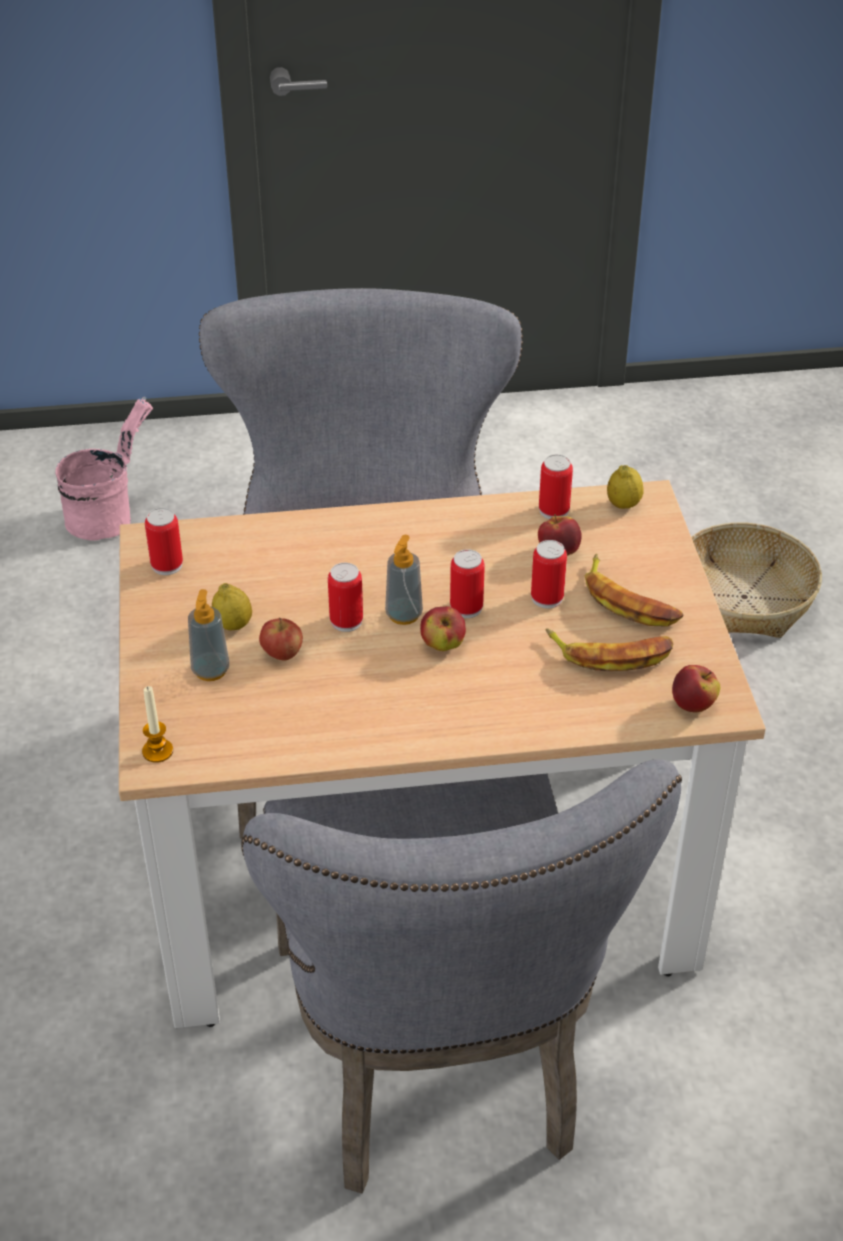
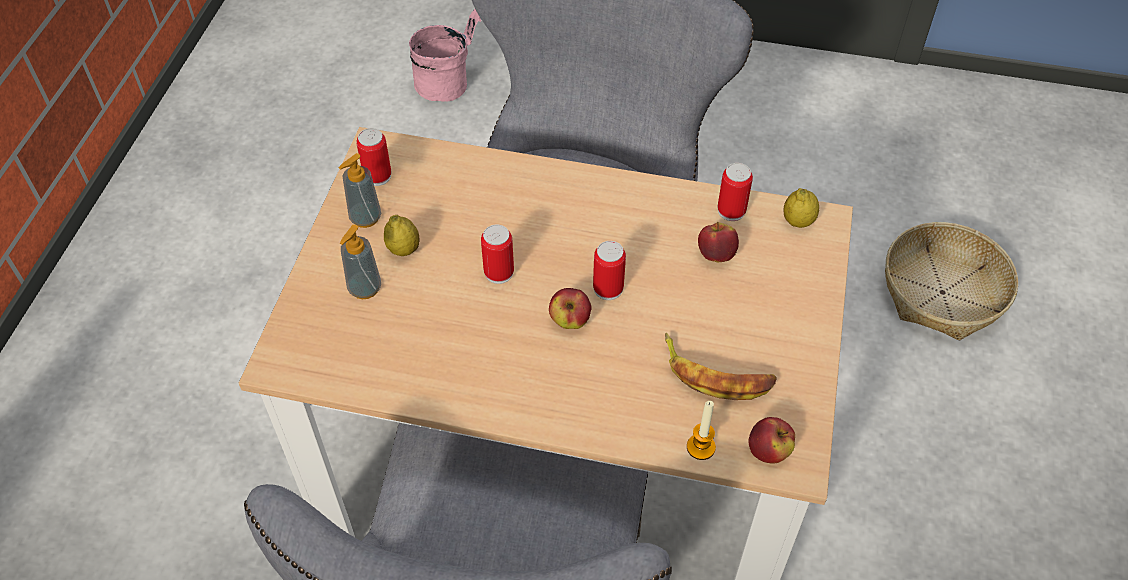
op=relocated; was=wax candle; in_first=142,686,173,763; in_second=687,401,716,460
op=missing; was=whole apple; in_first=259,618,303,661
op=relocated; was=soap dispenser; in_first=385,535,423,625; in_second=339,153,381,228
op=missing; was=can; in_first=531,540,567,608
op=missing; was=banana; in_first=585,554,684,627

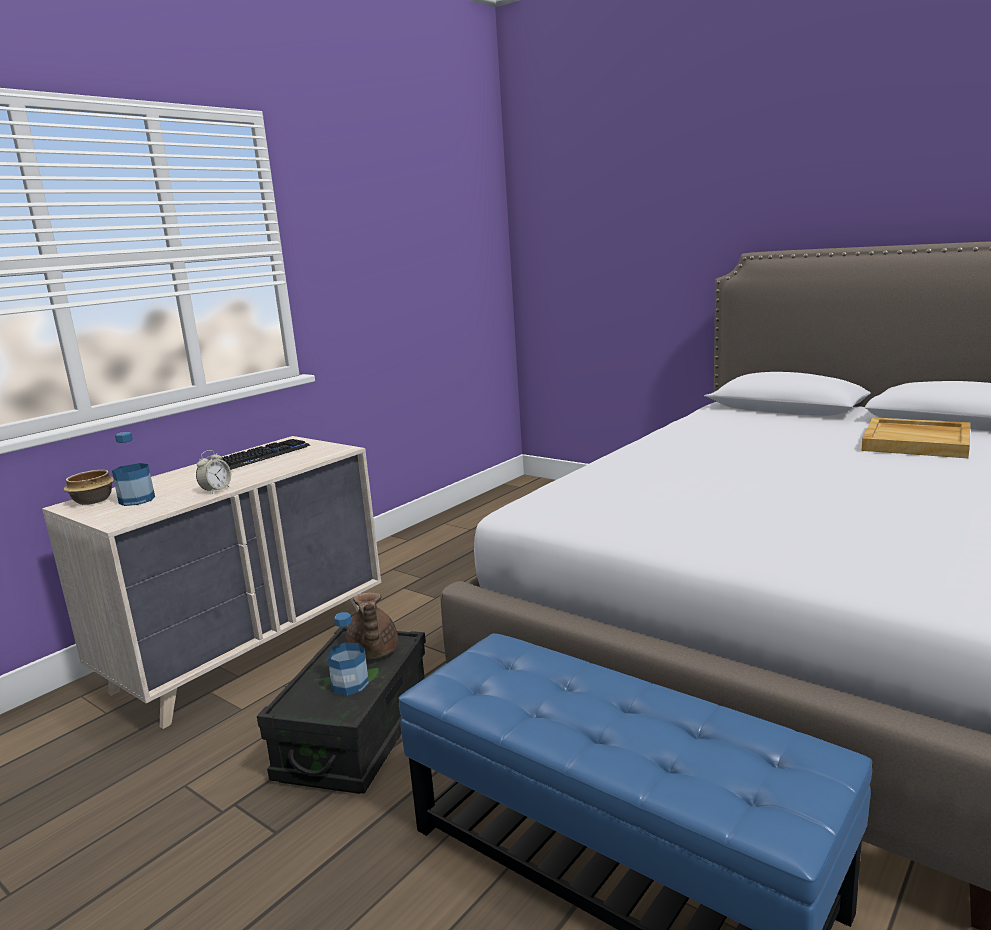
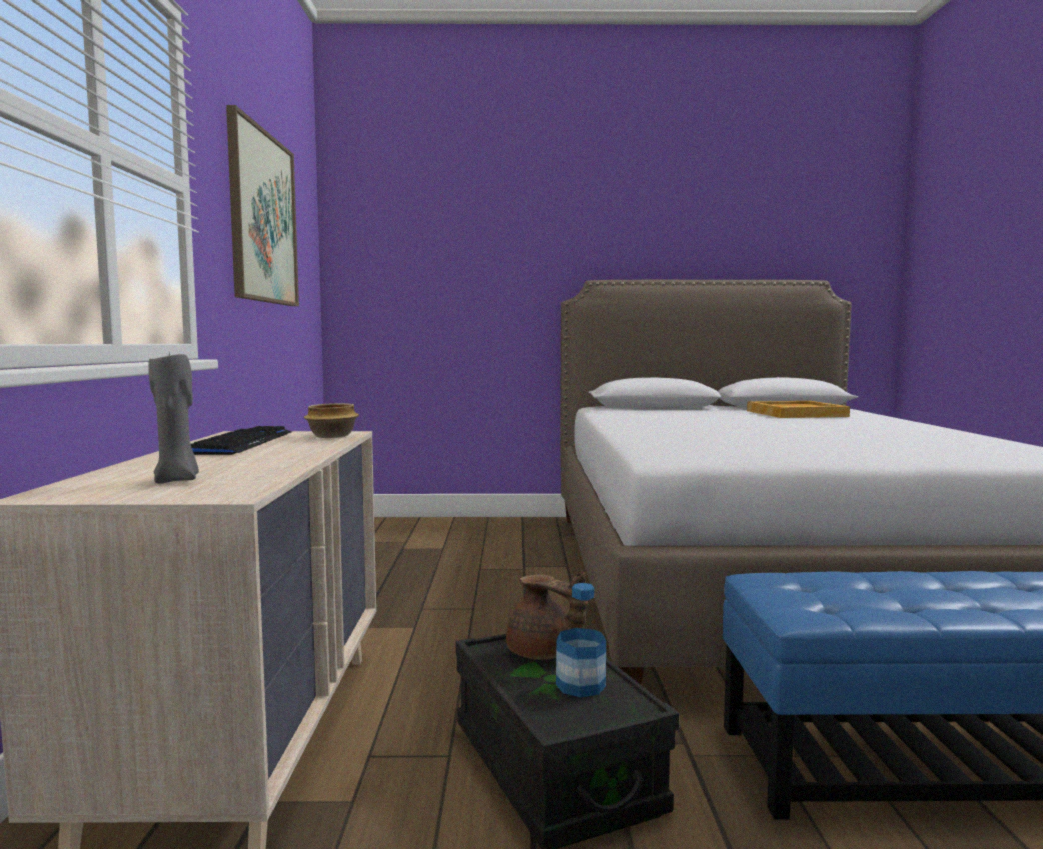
op=relocated; was=deep dish; in_first=63,470,114,505; in_second=304,403,359,438
op=exchanged; was=bottle; now=wax candle (greyish); in_first=112,432,155,506; in_second=148,353,199,484
op=missing; was=bedside clock; in_first=196,450,231,494
op=appeared; now=wall art; in_second=226,105,299,306

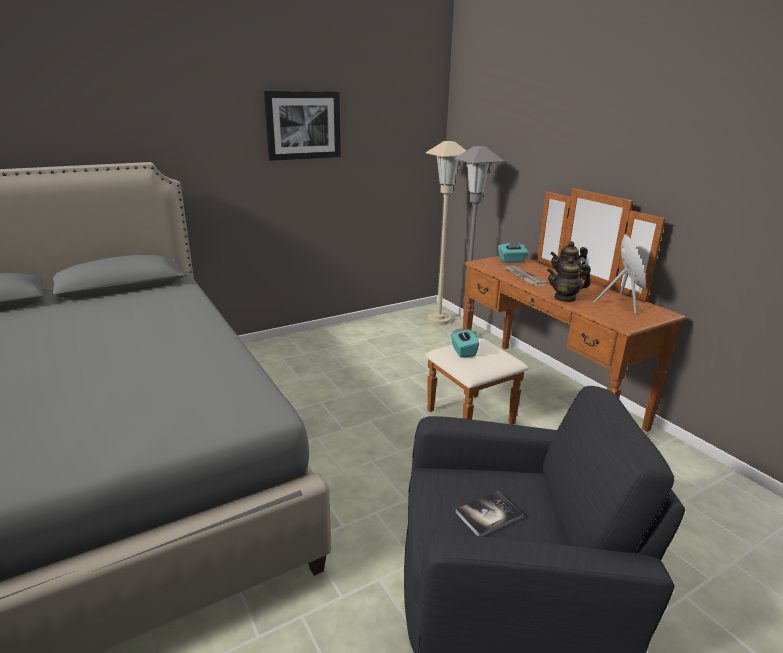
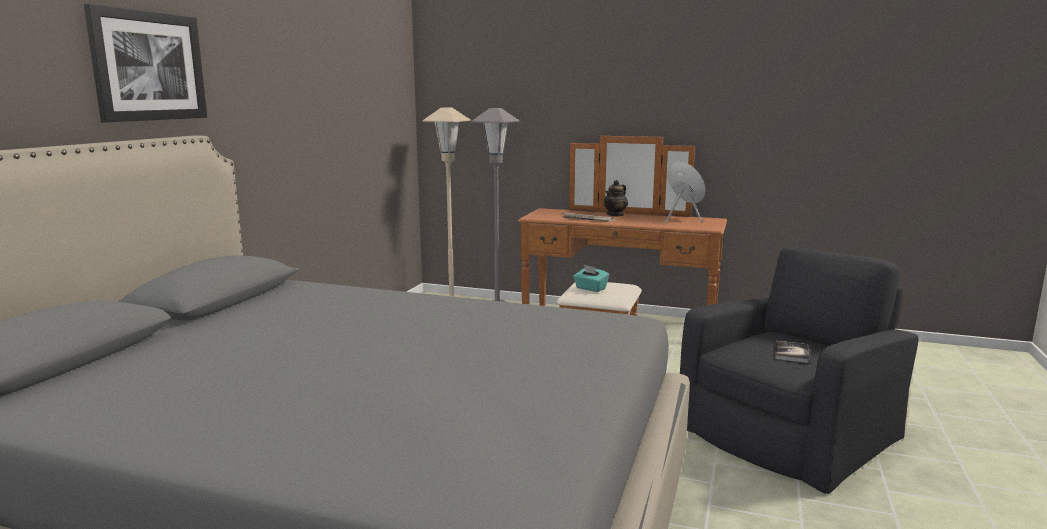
op=relocated; was=wall art; in_first=264,91,341,161; in_second=84,4,207,122
op=missing; was=tissue box (turquoise-coloured); in_first=498,241,529,263
op=missing; was=tea pot; in_first=547,257,591,302

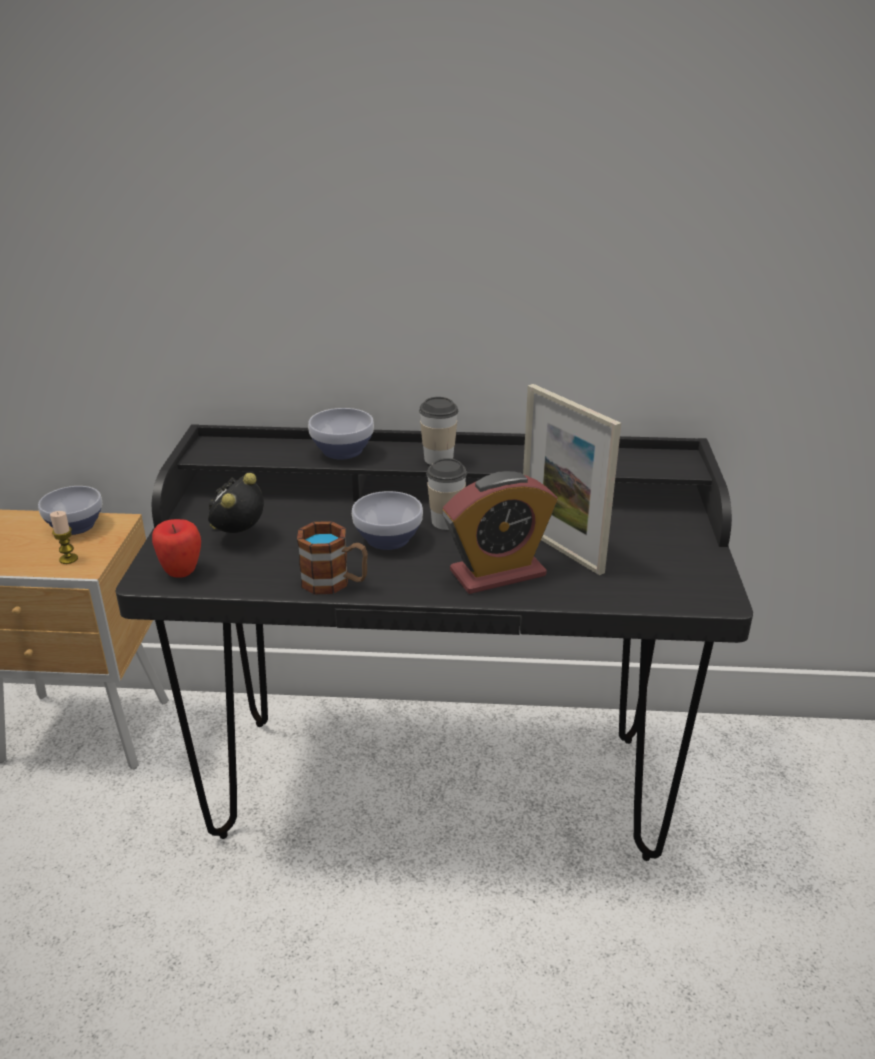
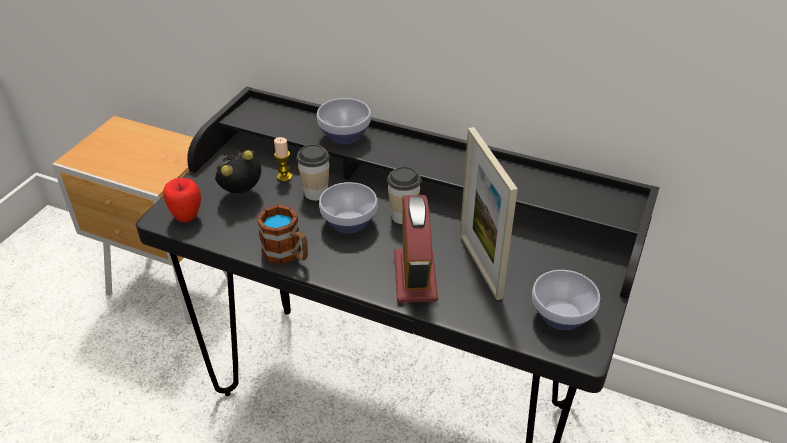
op=relocated; was=deep dish; in_first=38,486,102,535; in_second=532,270,600,330
op=relocated; was=wax candle; in_first=50,511,78,564; in_second=274,137,292,182
op=relocated; was=drinking cup; in_first=419,397,458,465; in_second=297,144,330,201
op=spun; was=bedside clock; in_first=443,471,558,594; in_second=394,195,438,303; clockwise=-90

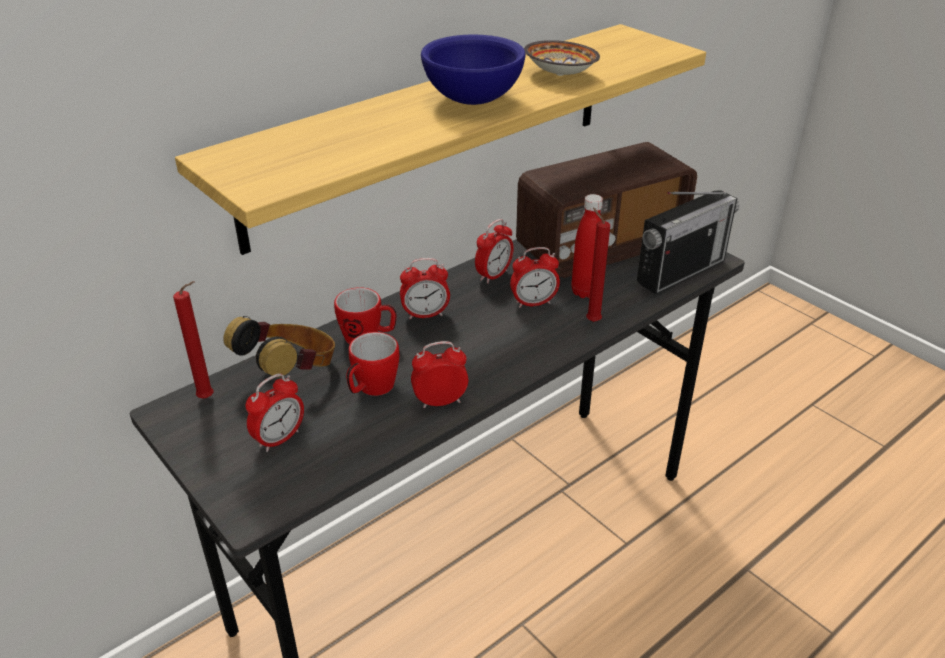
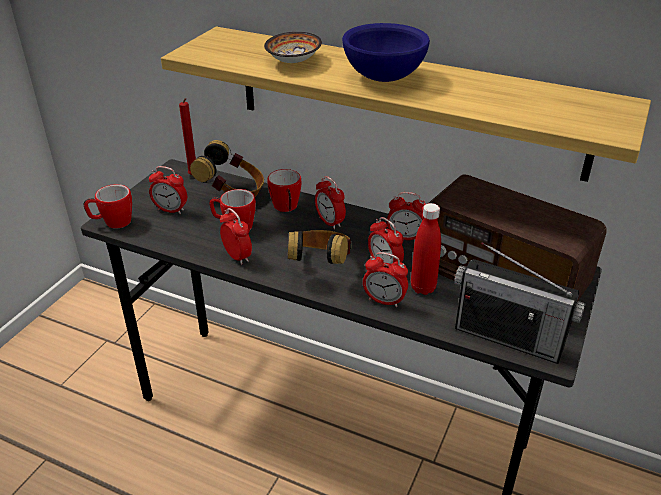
op=relocated; was=deep dish; in_first=524,40,600,76; in_second=264,32,322,63
op=exchanged; was=wax candle (reddish); now=bedside clock; in_first=586,208,610,322; in_second=363,252,408,307
op=appeared; now=coffee mug; in_second=84,184,132,229
op=appeared; now=headphones; in_second=288,230,352,264

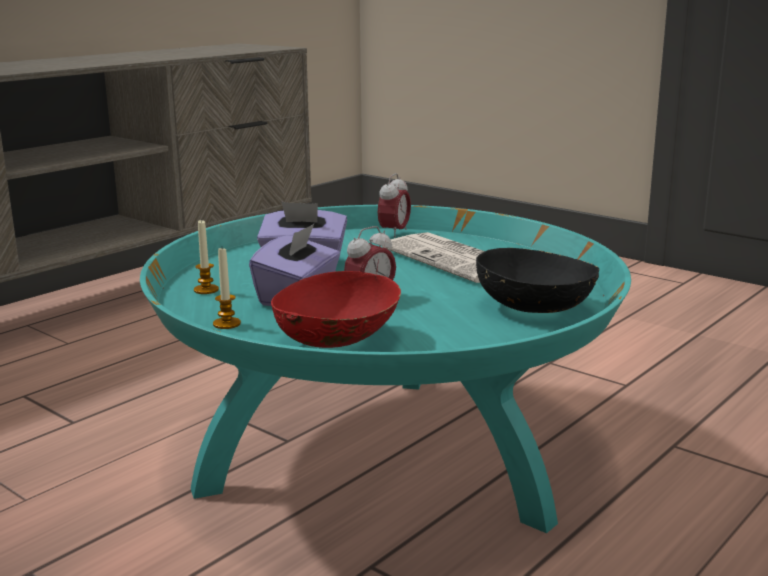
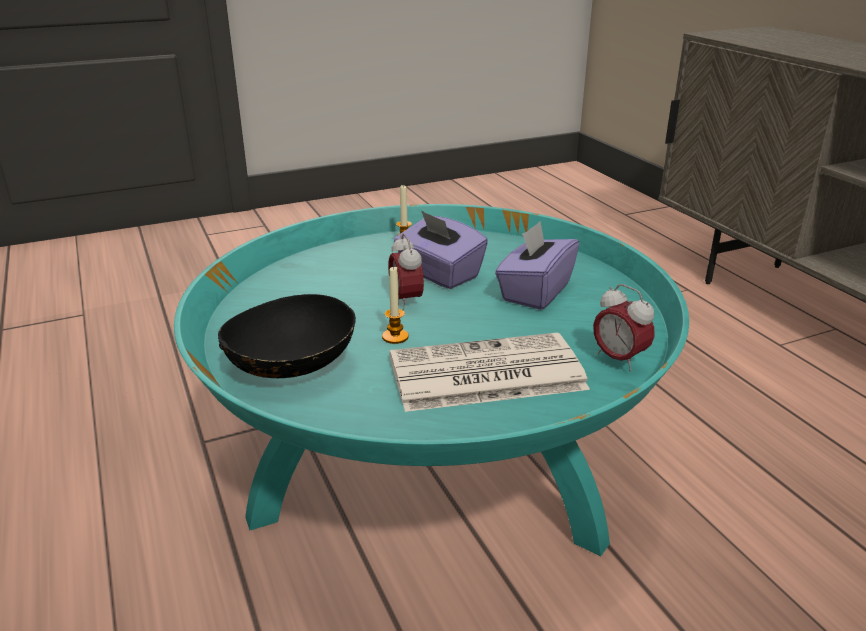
op=relocated; was=wax candle; in_first=194,219,219,294; in_second=382,266,409,344
op=missing; was=deep dish (reddish); in_first=271,271,401,348

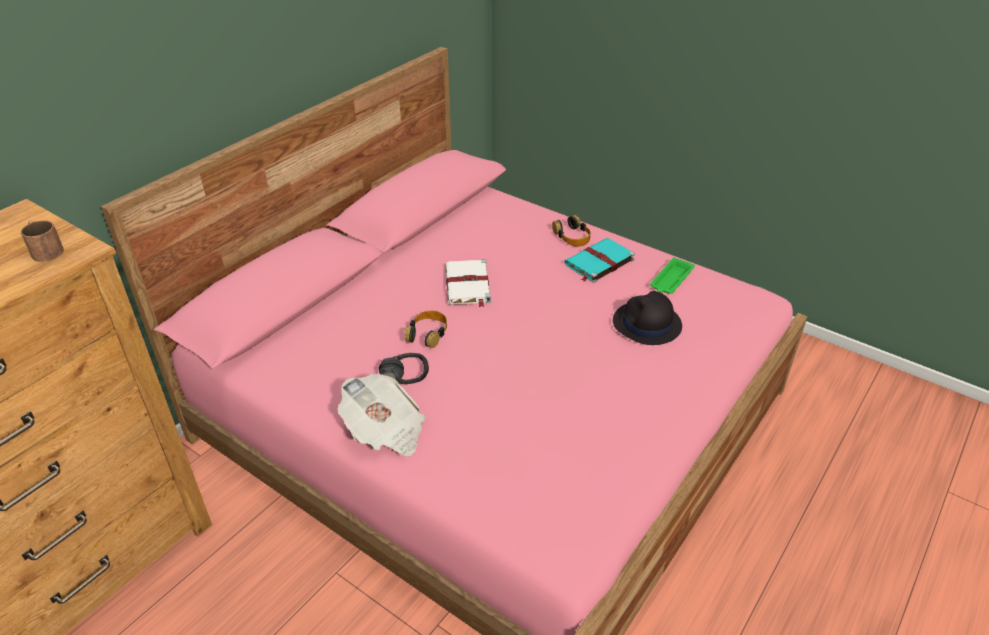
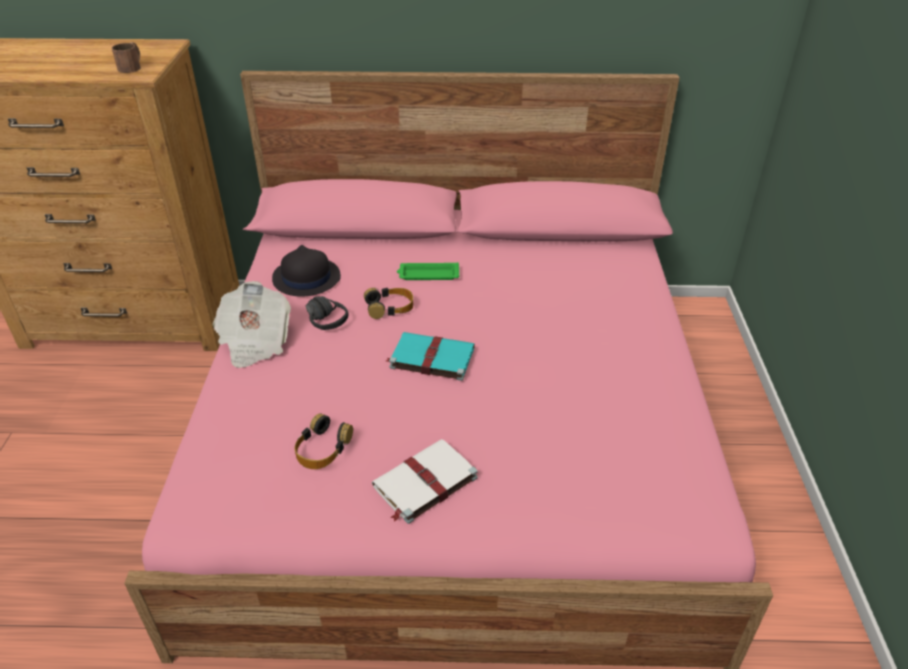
op=relocated; was=book (white); in_first=446,259,491,307; in_second=372,439,478,524
op=relocated; was=headphones; in_first=552,215,591,247; in_second=294,413,353,469
op=relocated; was=book (turquoise-coloured); in_first=564,238,635,283; in_second=386,332,475,381
op=relocated; was=clothing hat (black); in_first=613,291,682,345; in_second=272,245,341,296
op=relocated; was=tray (greenish); in_first=650,257,695,294; in_second=397,262,459,280

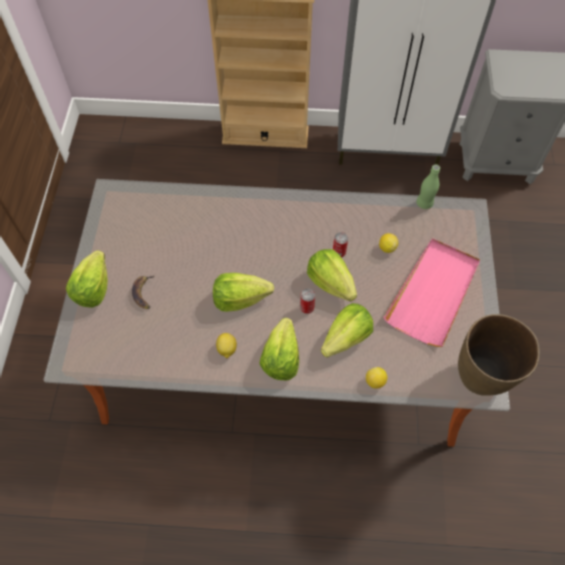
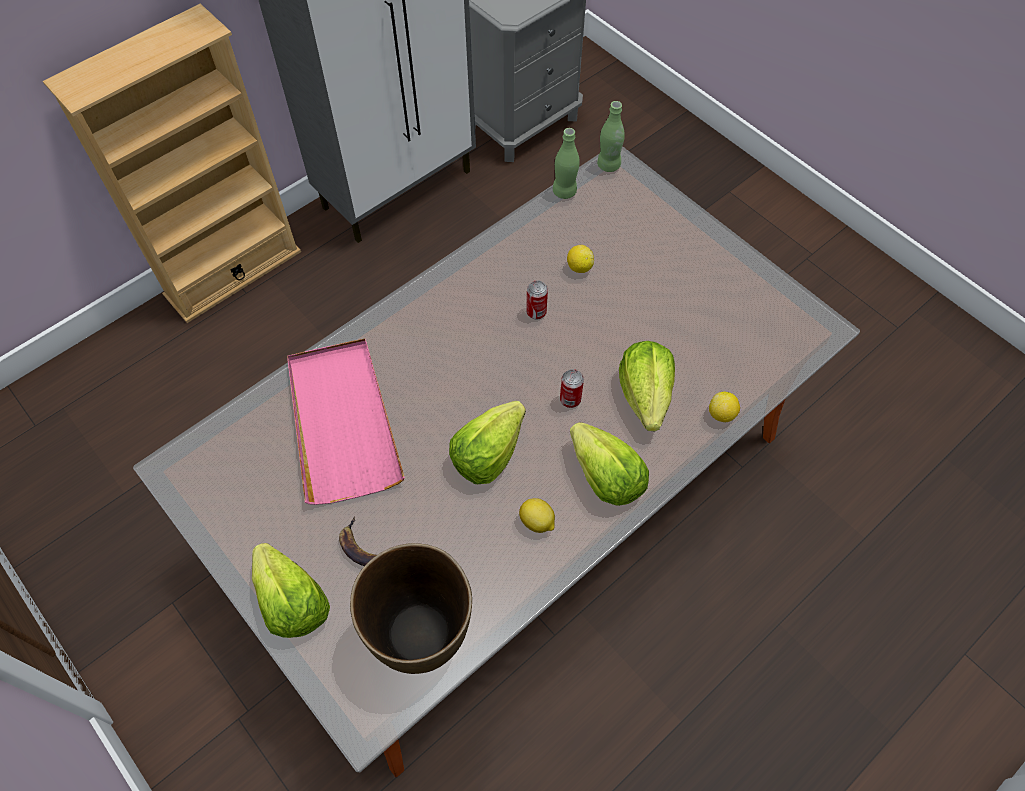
op=missing; was=head of lettuce; in_first=307,249,357,301
op=relocated; was=tray (pink-coloured); in_first=383,238,480,347; in_second=287,339,405,505
op=relocated; was=flower vase (brown-coloured); in_first=458,314,540,396; in_second=350,543,472,674
op=appeared; now=bottle (greenish); in_second=597,101,625,172

